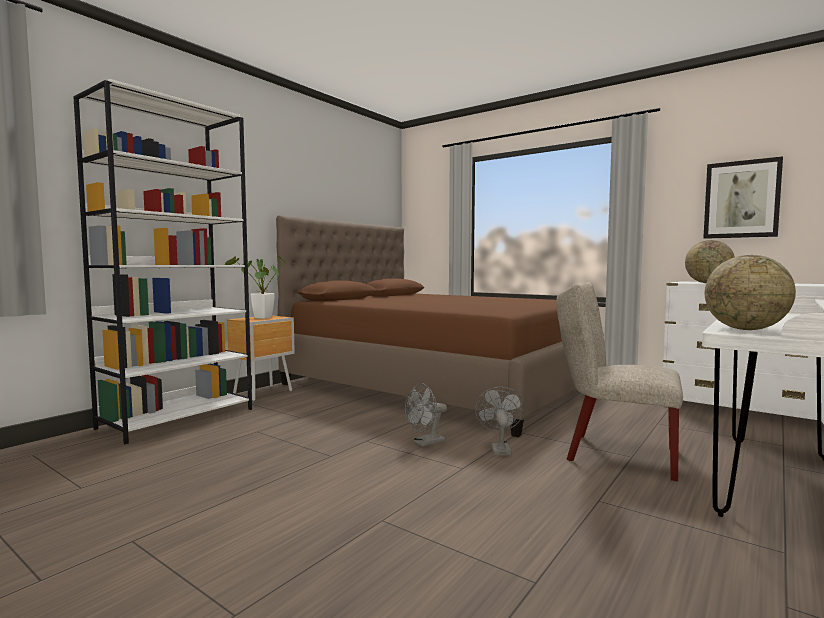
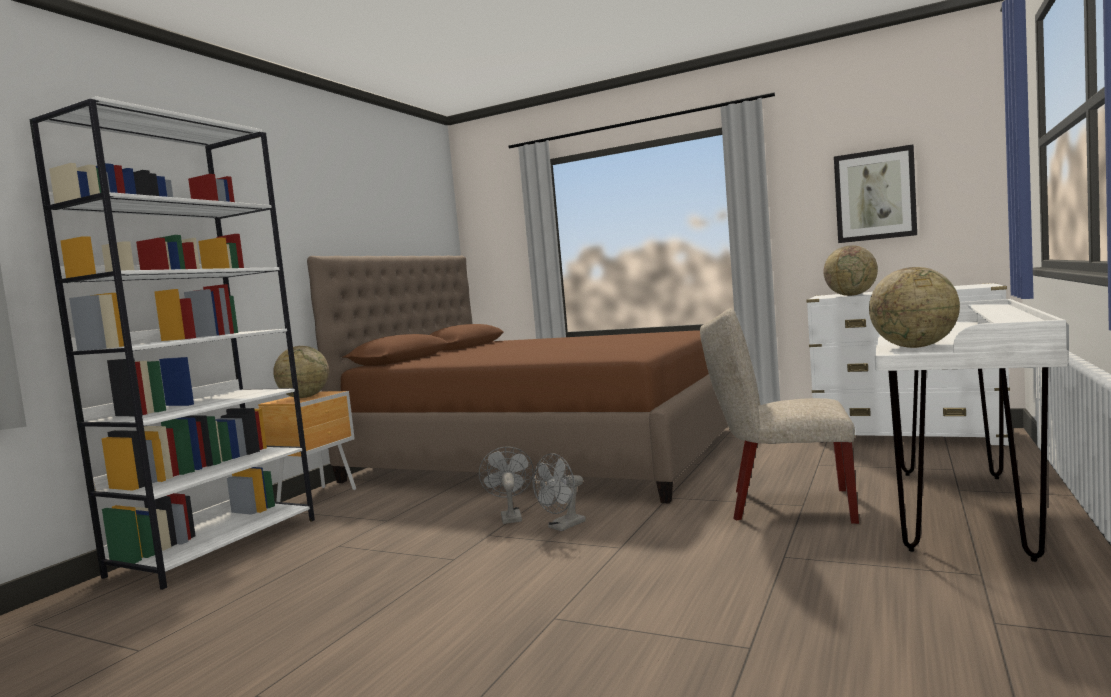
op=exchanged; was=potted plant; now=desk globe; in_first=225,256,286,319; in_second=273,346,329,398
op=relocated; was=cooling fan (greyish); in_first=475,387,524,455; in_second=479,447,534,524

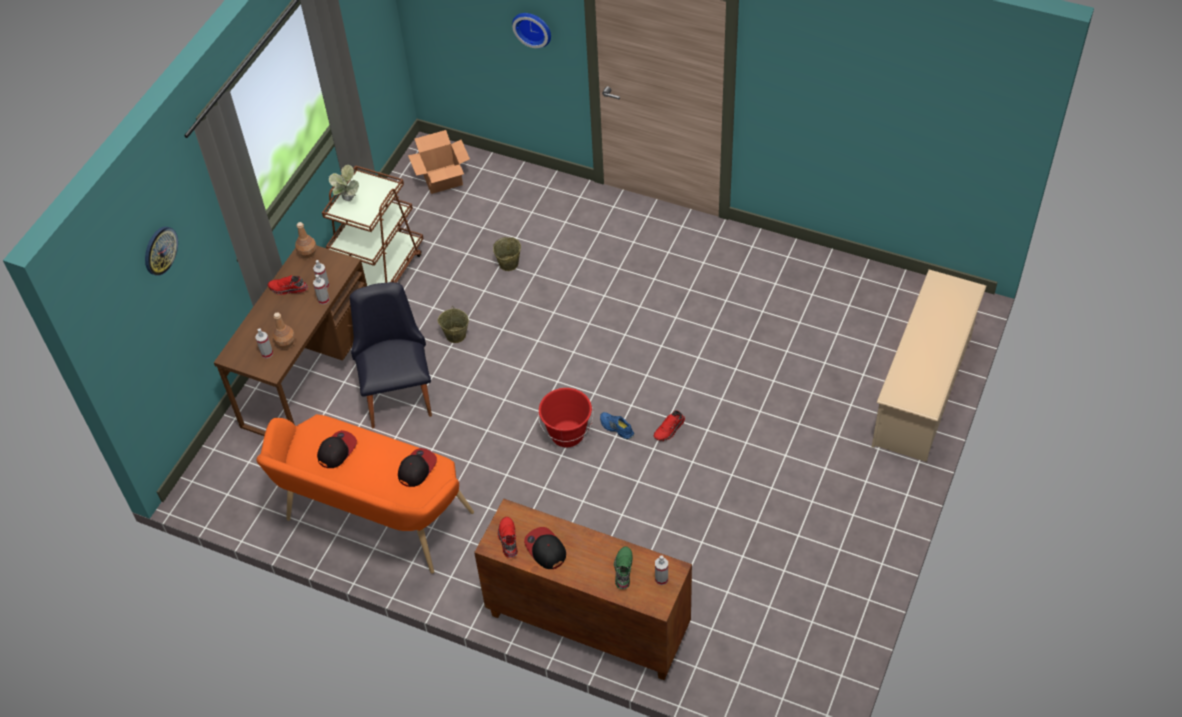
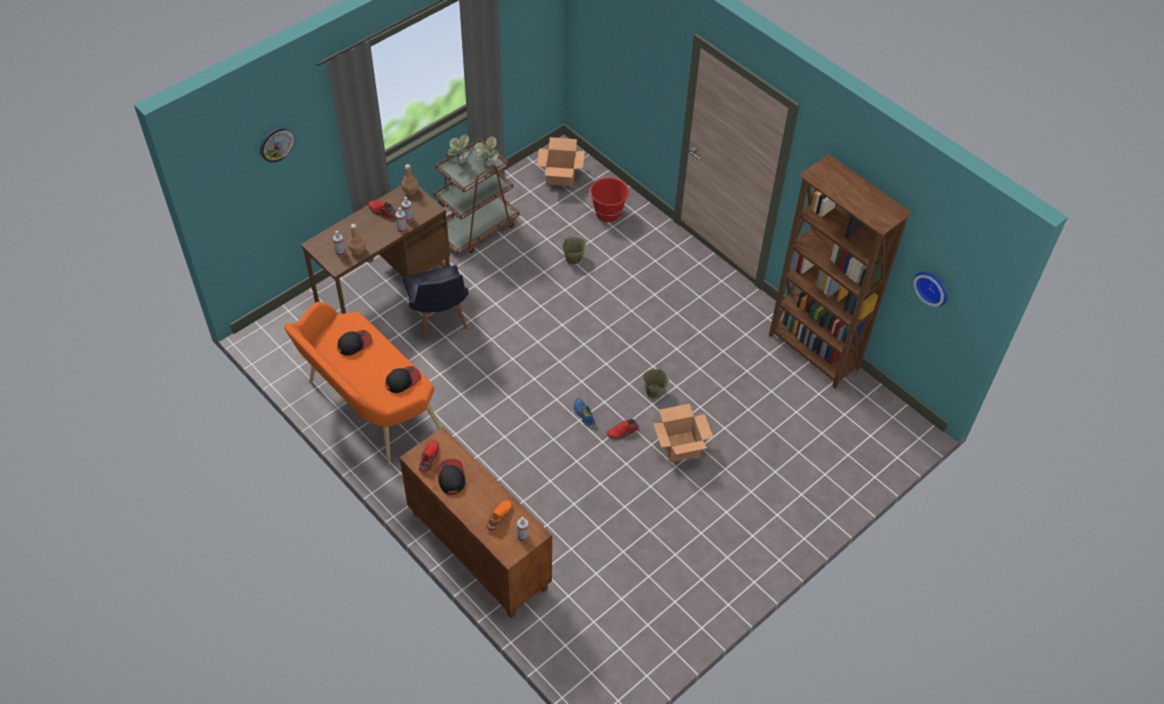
op=spun; was=chair (black); in_first=350,282,432,428; in_second=402,265,468,339; clockwise=150
op=relocated; was=bucket (beige); in_first=437,306,469,343; in_second=643,367,669,399
op=relocated; was=clock on the wall; in_first=512,13,551,48; in_second=913,271,948,307
op=relocated; was=bucket (reddish); in_first=538,388,593,447; in_second=589,177,629,222
op=colour; was=shoe (greenish); now=shoe (orangey); in_first=614,546,633,589; in_second=486,500,512,532
op=missing; was=shoe shelf (beige); in_first=872,269,986,462
op=appeared; now=potted plant; in_second=475,136,499,167
op=appeared; now=packing box; in_second=653,404,713,462
op=appeared; now=shelving unit (brown-coloured); in_second=769,154,913,389

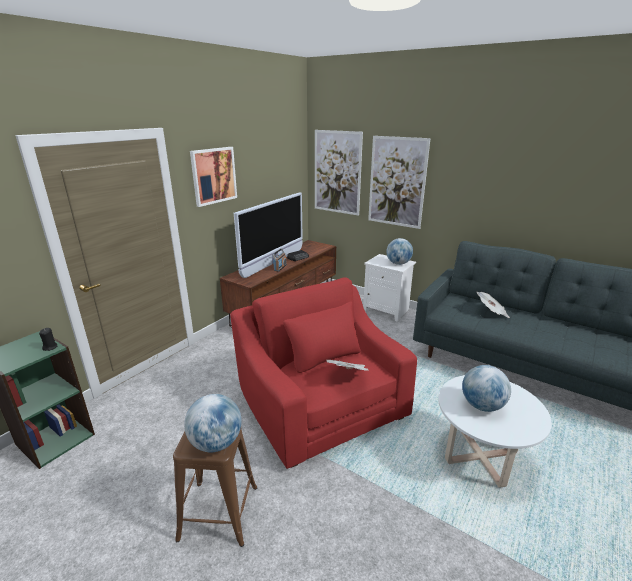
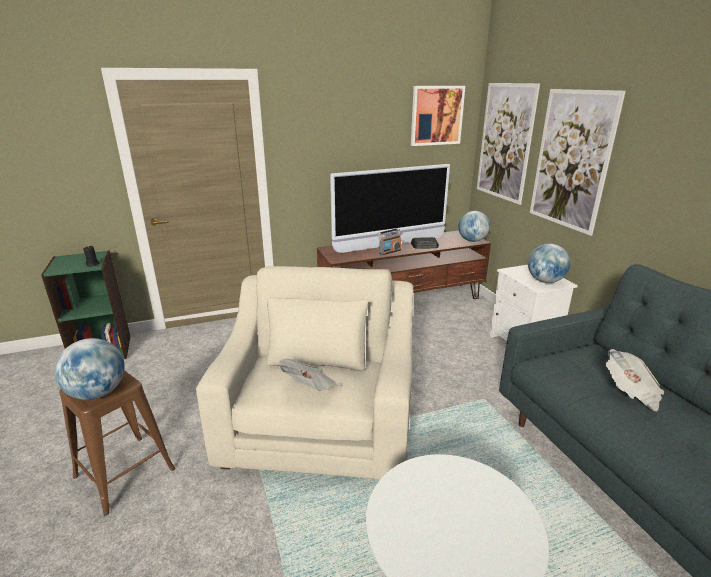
op=relocated; was=wall art; in_first=190,147,237,207; in_second=411,86,465,146
op=colour; was=armchair (reddish); now=armchair (beige); in_first=230,277,417,469; in_second=196,266,413,480
op=relocated; was=desk globe; in_first=462,365,511,412; in_second=458,211,490,242

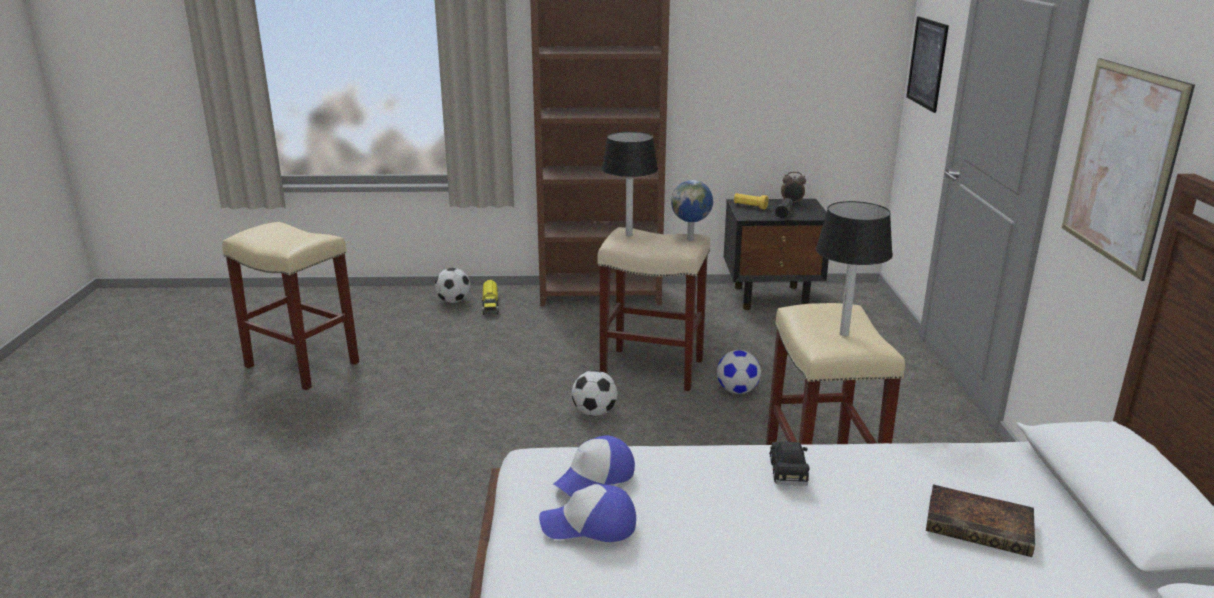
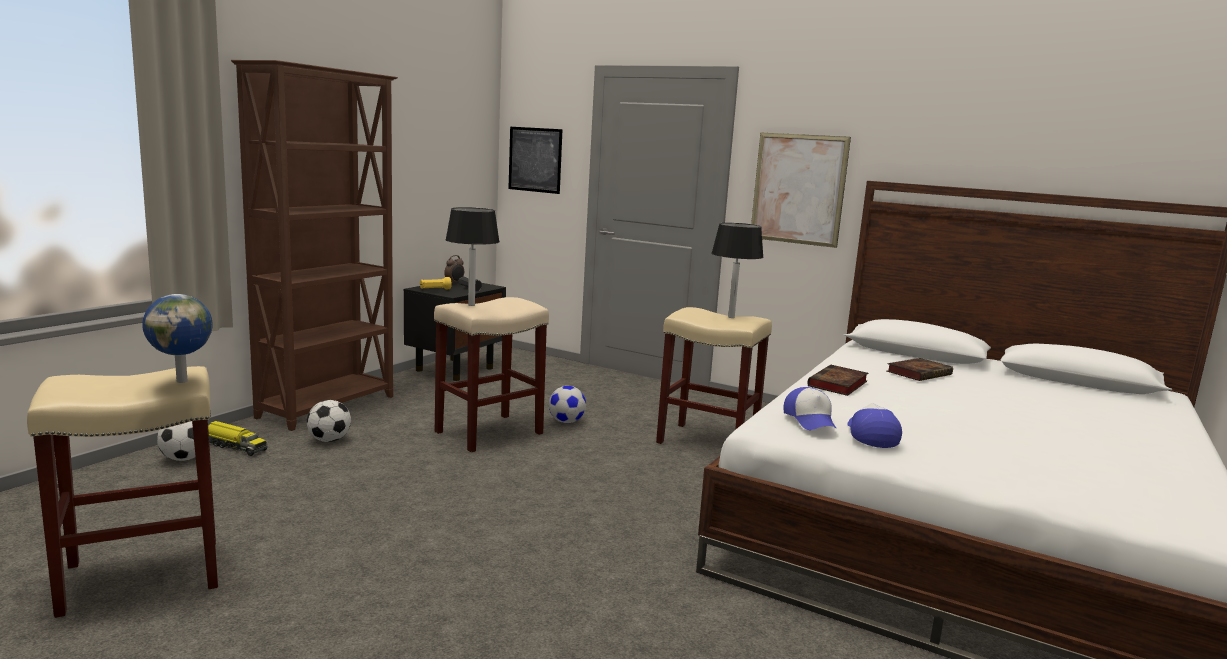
op=spun; was=baseball cap; in_first=539,484,636,542; in_second=847,403,902,448; clockwise=150
op=relocated; was=football ball; in_first=572,370,617,416; in_second=307,400,351,442
op=relocated; was=desk globe; in_first=671,180,713,241; in_second=142,294,213,383
op=exchanged; was=miniature car (black); now=book; in_first=769,442,810,486; in_second=807,365,868,396

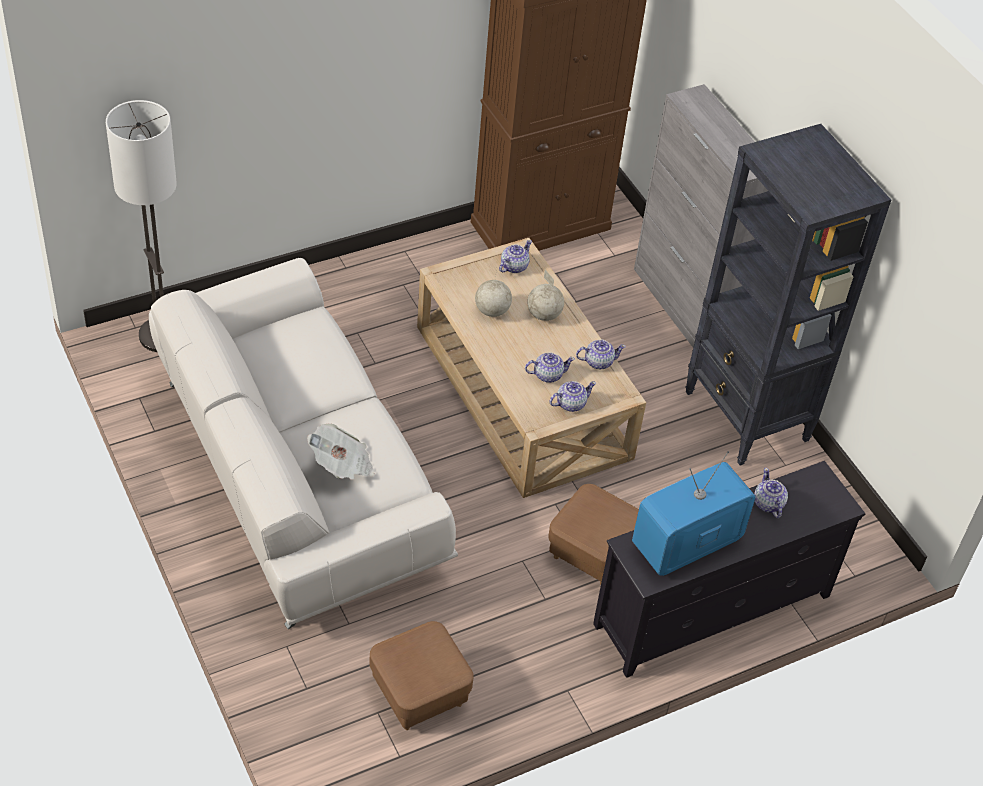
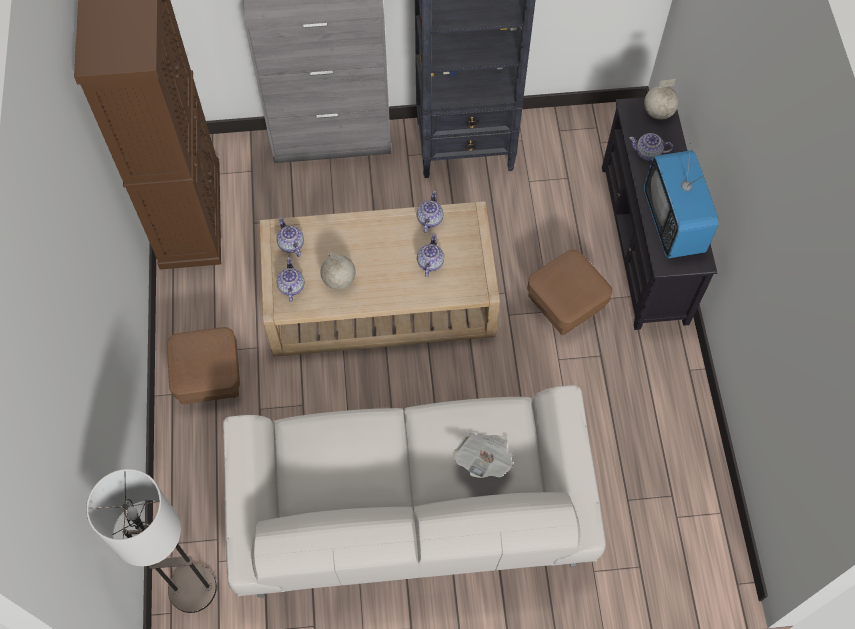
op=relocated; was=ottoman (brown-coloured); in_first=369,621,474,730; in_second=167,327,240,405
op=relocated; was=desk globe; in_first=527,270,564,321; in_second=644,79,679,120
op=relocated; was=tea pot; in_first=549,381,596,412; in_second=276,257,305,302

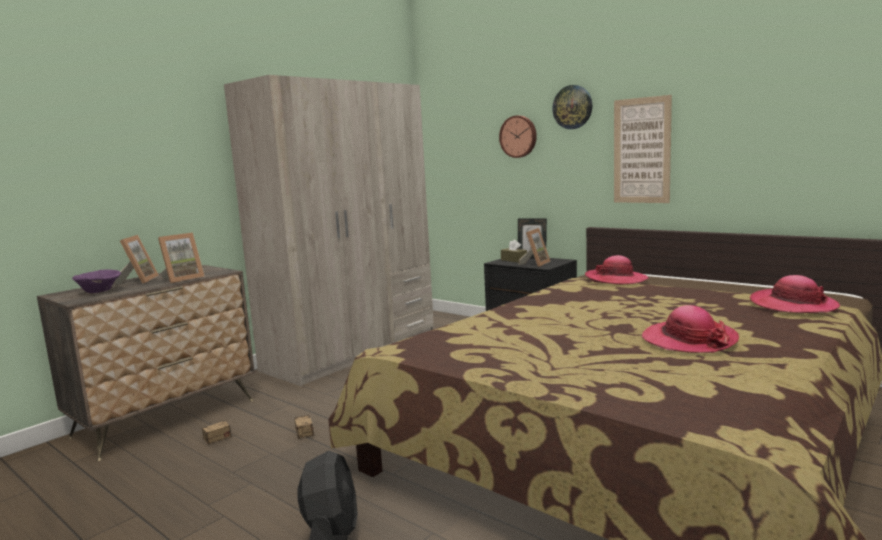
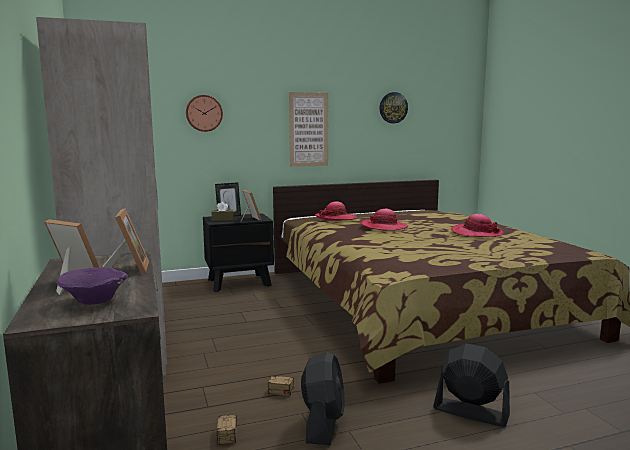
op=relocated; was=clock on the wall; in_first=552,85,592,129; in_second=379,92,408,123
op=relocated; was=clothing hat; in_first=750,275,840,313; in_second=361,209,408,231
op=appeared; now=cooling fan (black); in_second=301,352,345,445

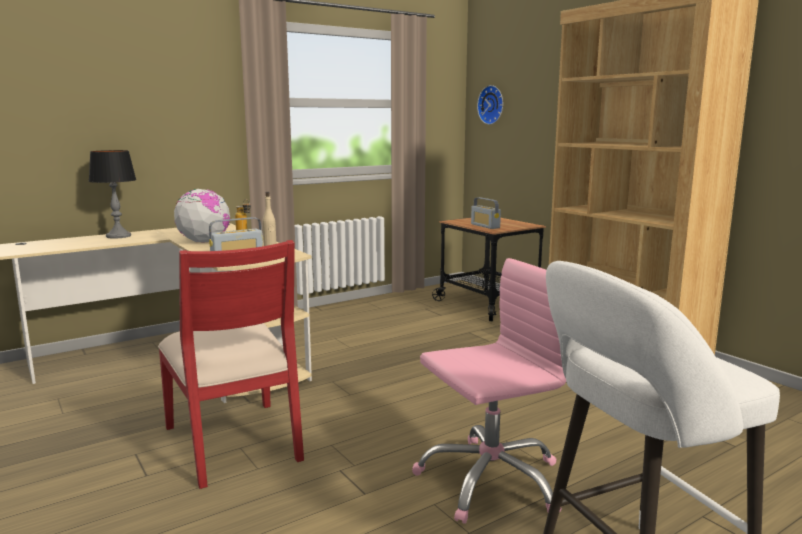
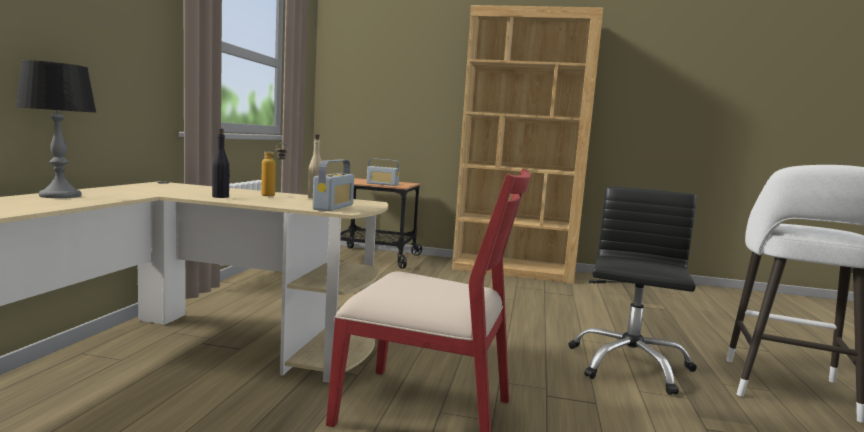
op=exchanged; was=desk globe; now=bottle (black); in_first=174,189,230,243; in_second=212,128,230,198
op=colour; was=office chair (pink-coloured); now=office chair (black); in_first=412,258,566,524; in_second=569,186,697,395
op=missing; was=clock on the wall; in_first=477,85,503,125

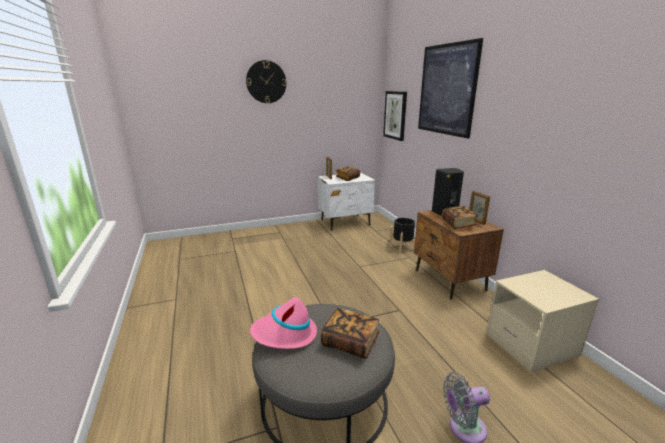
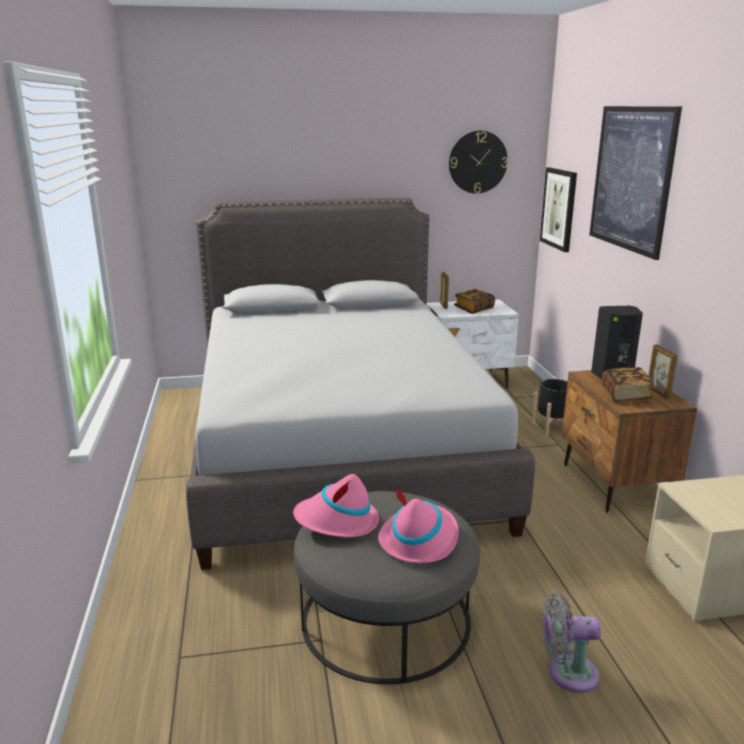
op=relocated; was=clock on the wall; in_first=246,60,286,103; in_second=449,131,508,194
op=exchanged; was=book; now=clothing hat (pink-coloured); in_first=321,308,379,359; in_second=378,487,458,563
op=appeared; now=bed (greyish); in_second=186,198,535,570

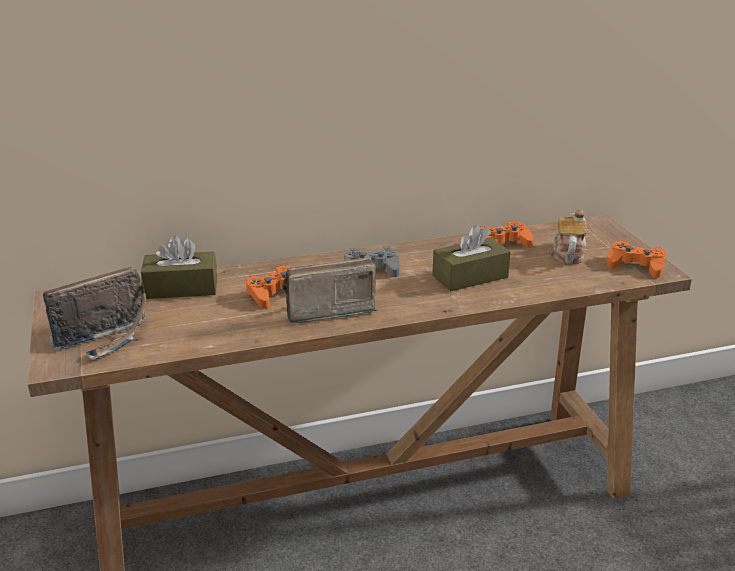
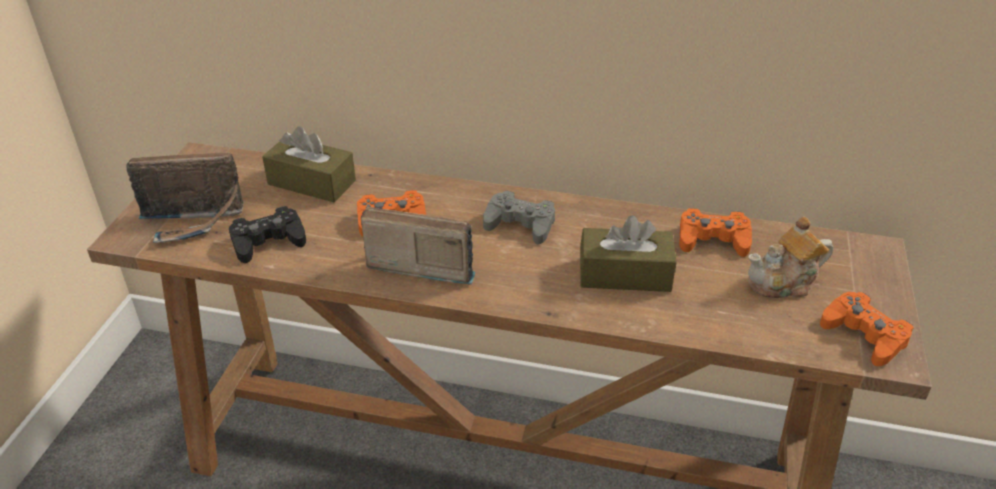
op=spun; was=tea pot; in_first=550,209,587,264; in_second=748,217,833,298; clockwise=-150
op=appeared; now=game controller (black); in_second=229,206,306,263

